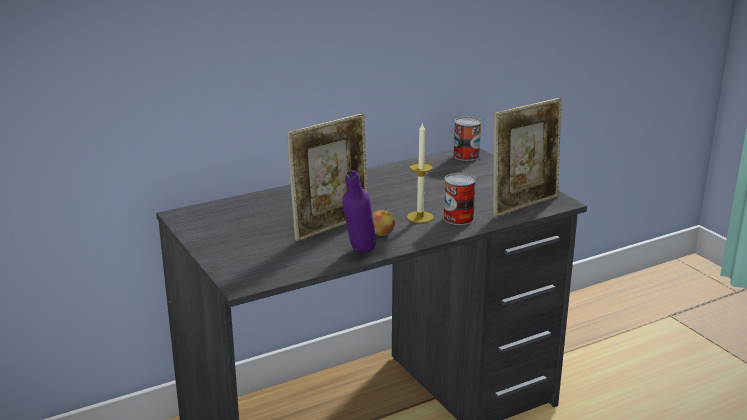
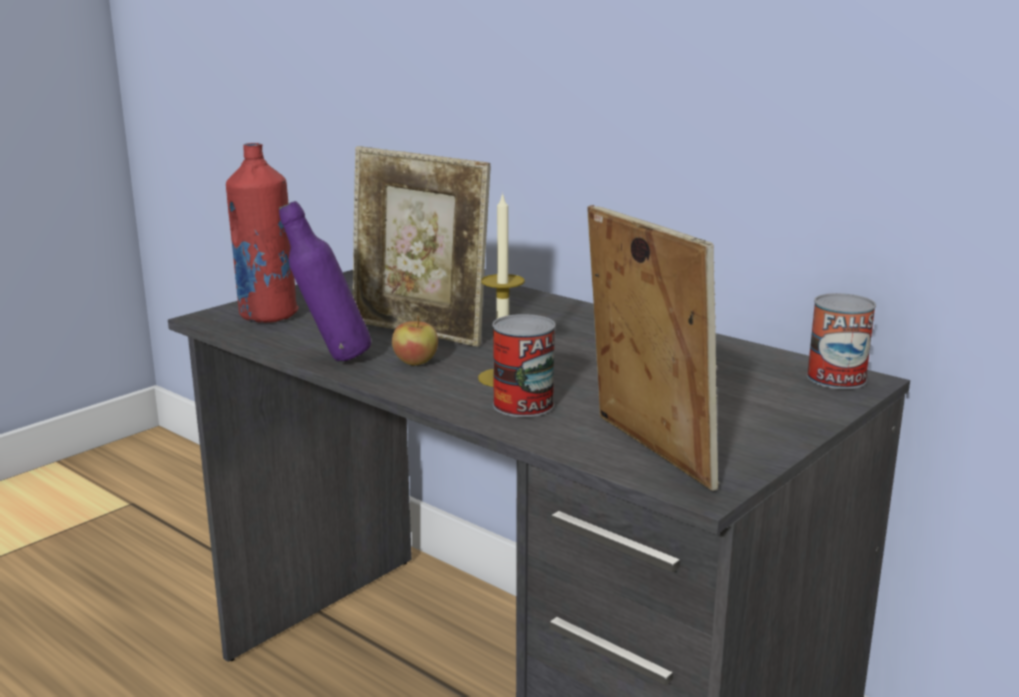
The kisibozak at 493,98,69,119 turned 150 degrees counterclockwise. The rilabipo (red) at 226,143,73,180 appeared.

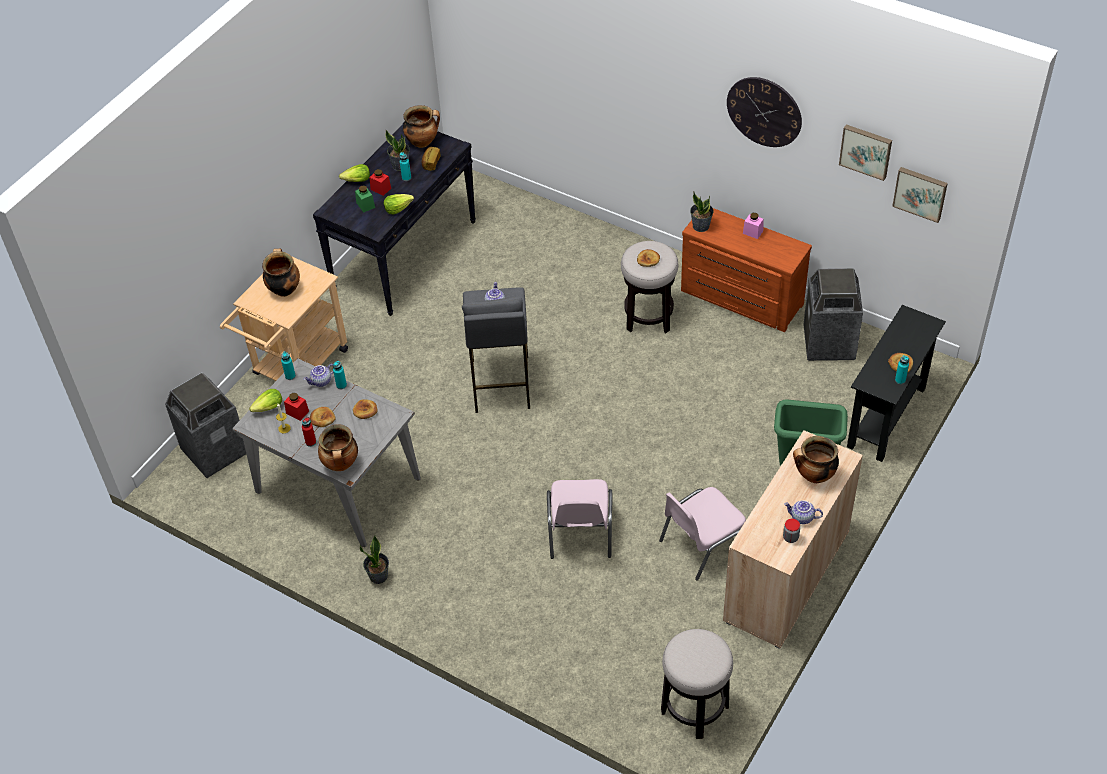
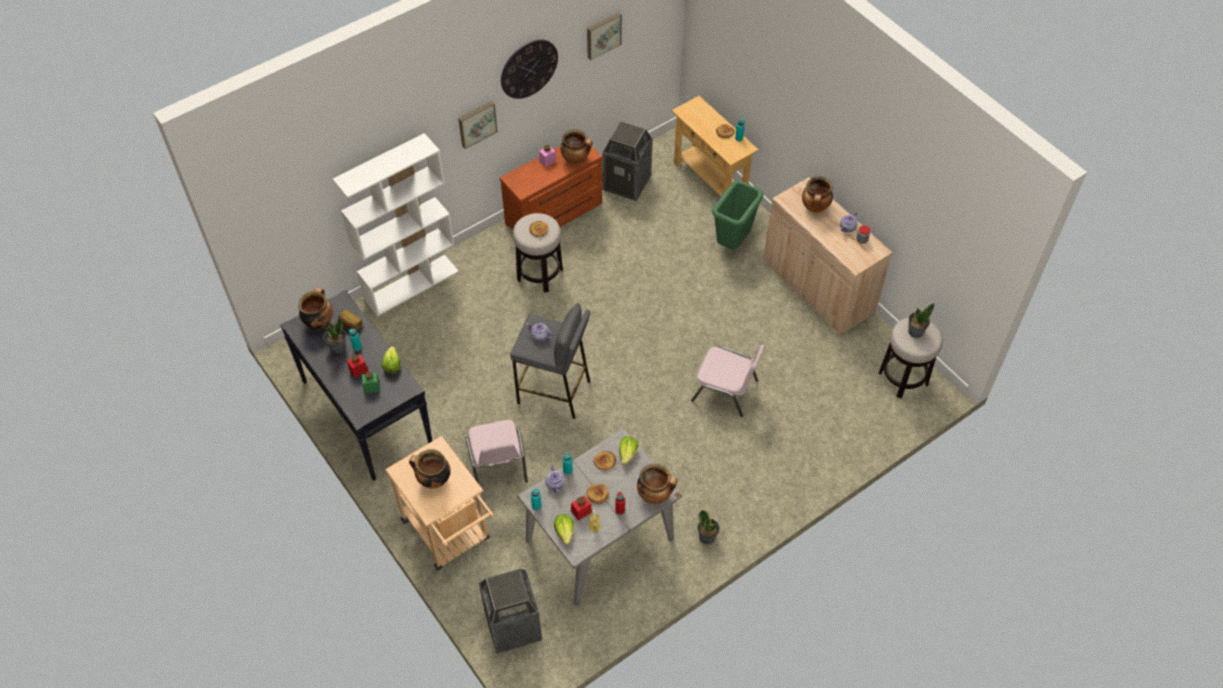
The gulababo moved from 339,164,31,18 to 619,436,19,29. The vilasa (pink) moved from 659,487,87,94 to 465,420,63,64. The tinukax moved from 690,191,23,41 to 908,303,26,35. The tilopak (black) at 847,305,99,157 became the tilopak (beige) at 672,96,86,100. The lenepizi moved from 892,167,56,56 to 458,101,40,48. The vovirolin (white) at 333,133,126,184 appeared. The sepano at 560,129,33,36 appeared.

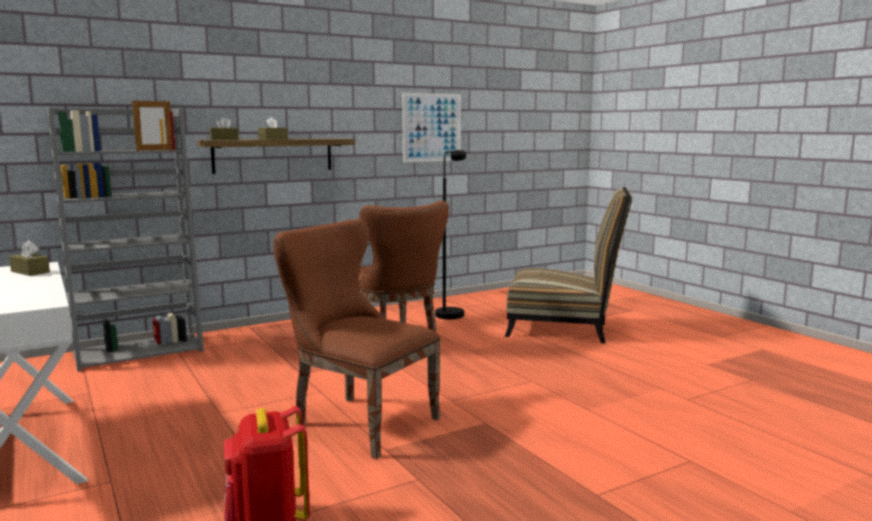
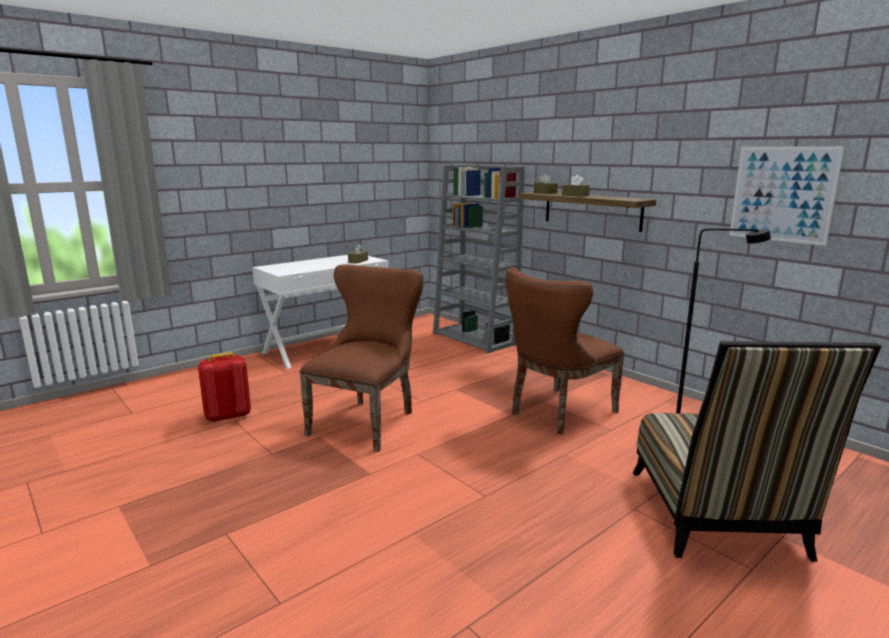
The kisibozak at 132,101,40,50 disappeared.

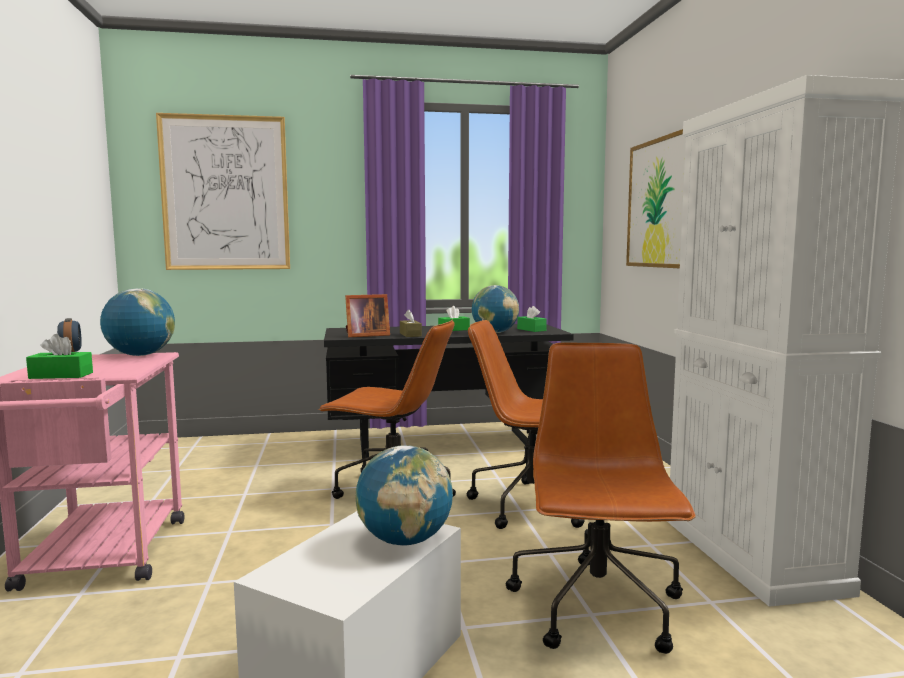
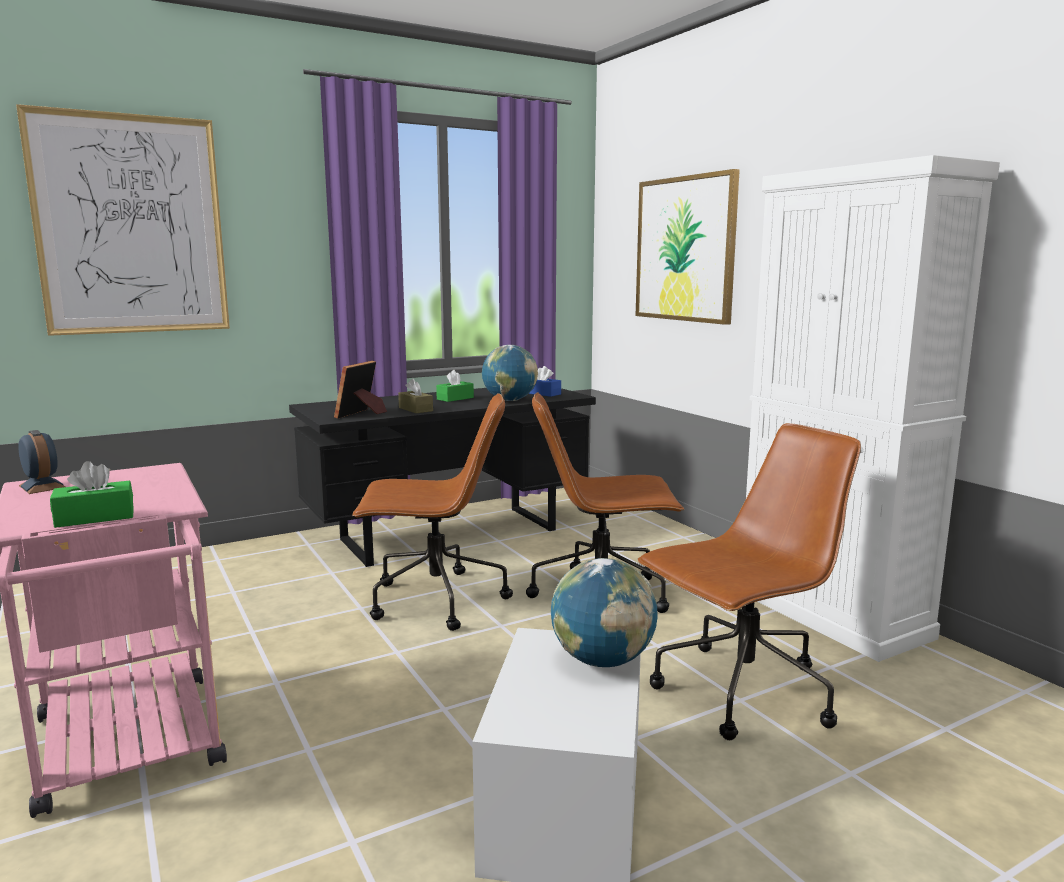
The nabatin at 100,288,75,68 disappeared. The kisibozak at 345,294,45,43 turned 150 degrees clockwise. The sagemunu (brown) at 506,342,189,312 turned 75 degrees clockwise. The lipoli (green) at 517,306,30,26 became the lipoli (blue) at 529,366,32,31.

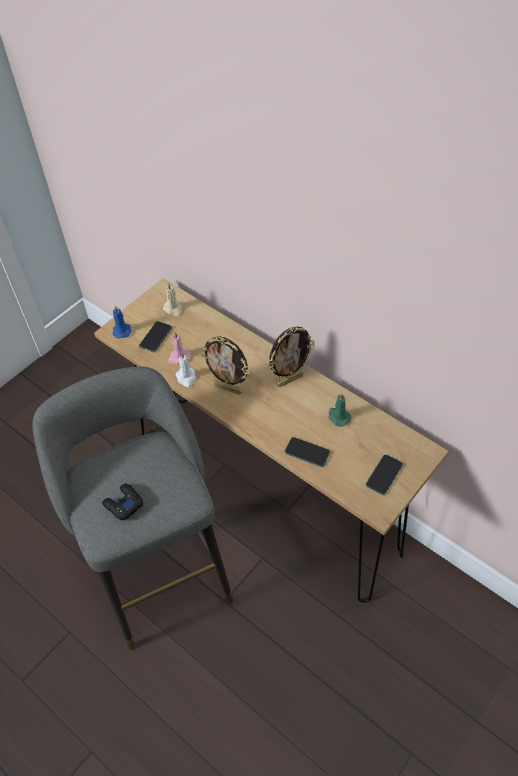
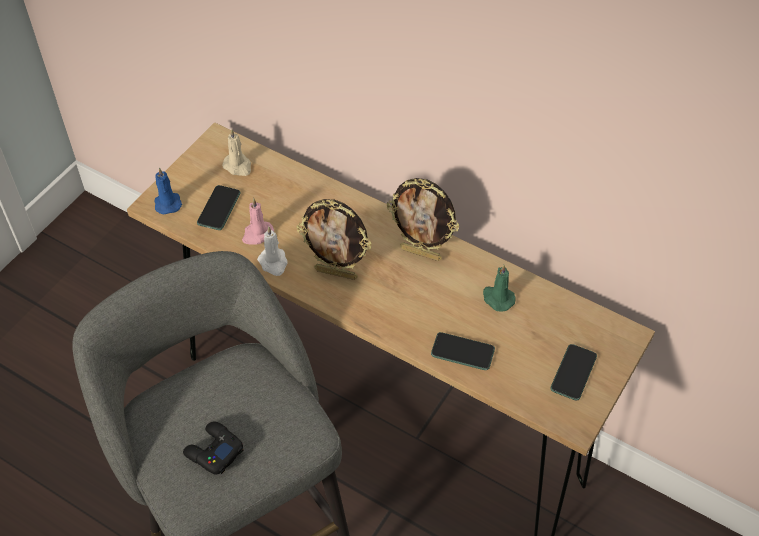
The kisibozak at 267,327,47,61 turned 60 degrees clockwise.

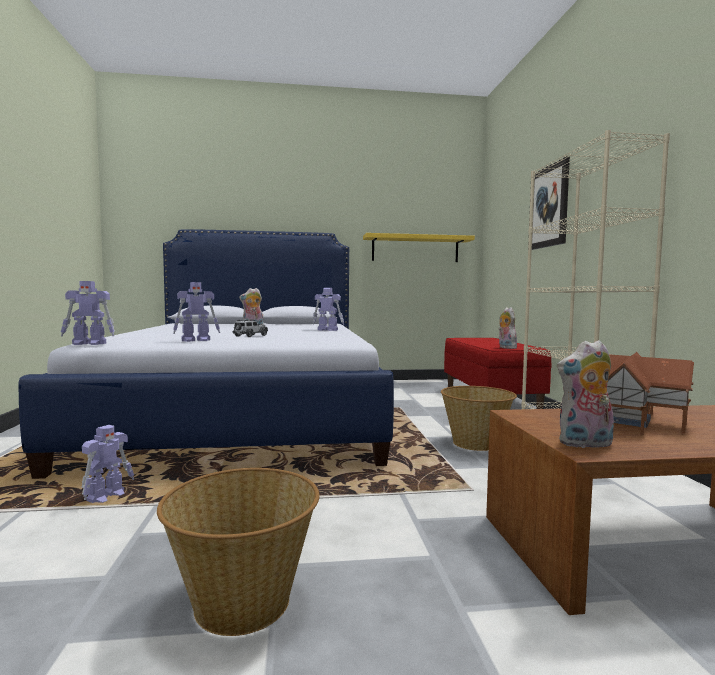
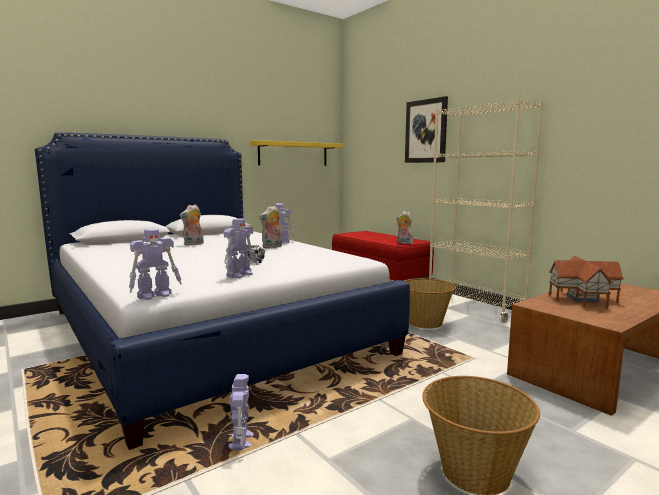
The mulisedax moved from 557,340,57,108 to 259,206,23,42.

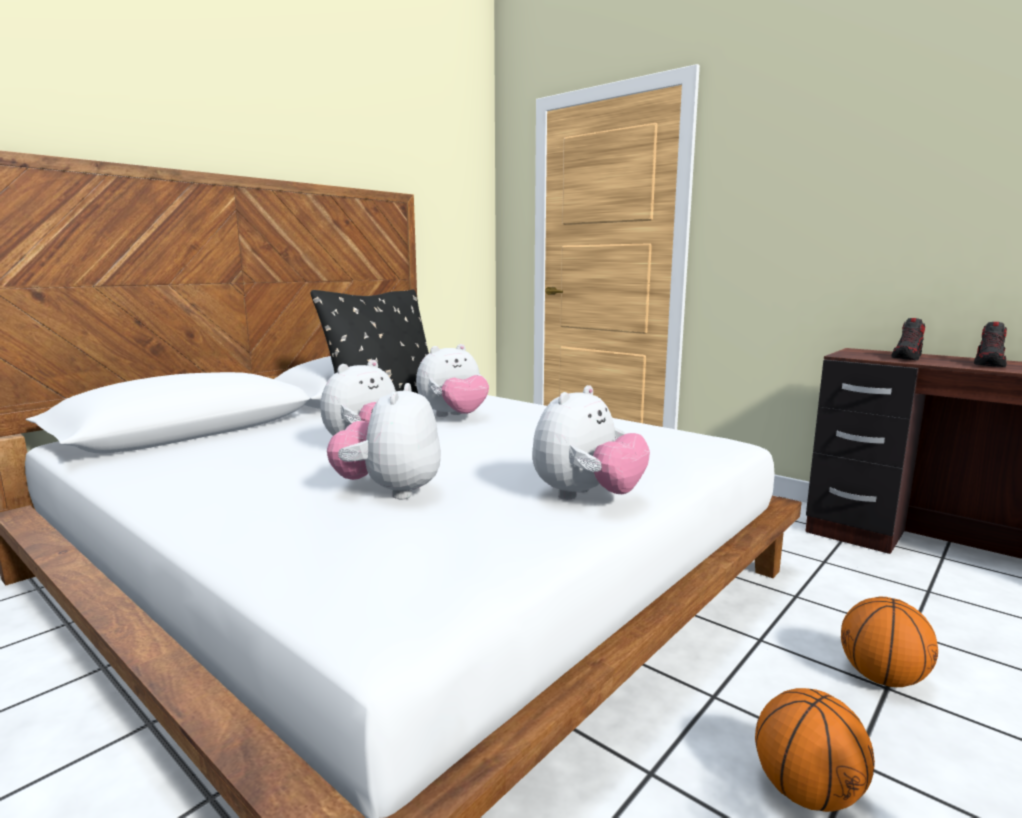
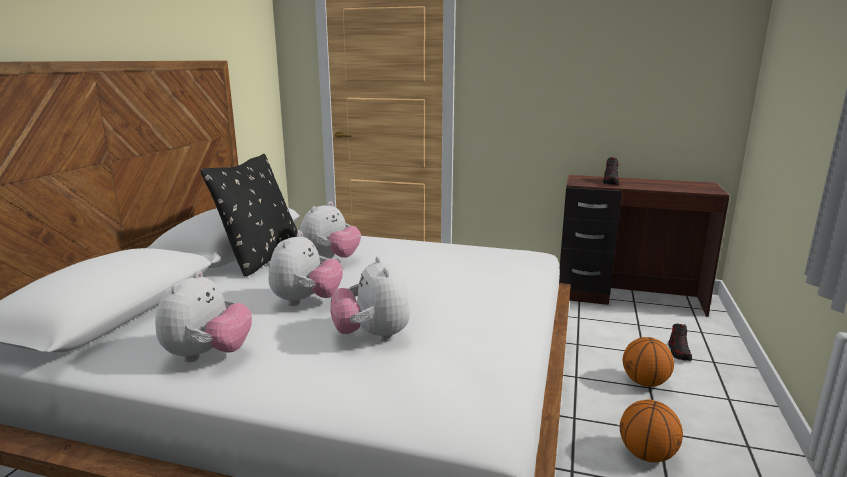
The mulisedax moved from 532,385,118,115 to 155,271,97,91. The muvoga moved from 974,322,33,45 to 668,324,24,37.

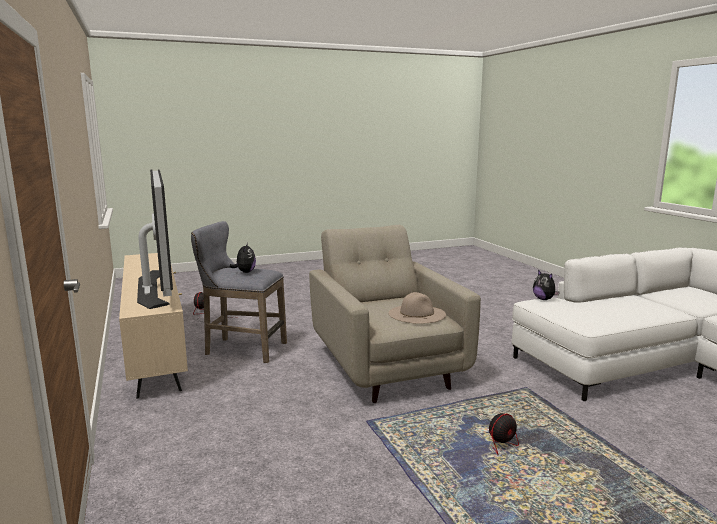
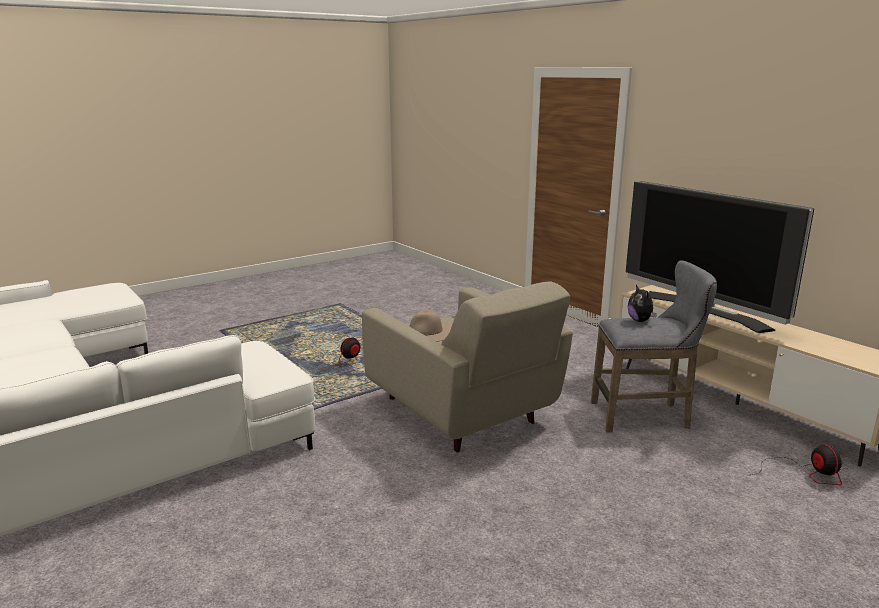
The mulisedax at 533,270,27,30 disappeared.

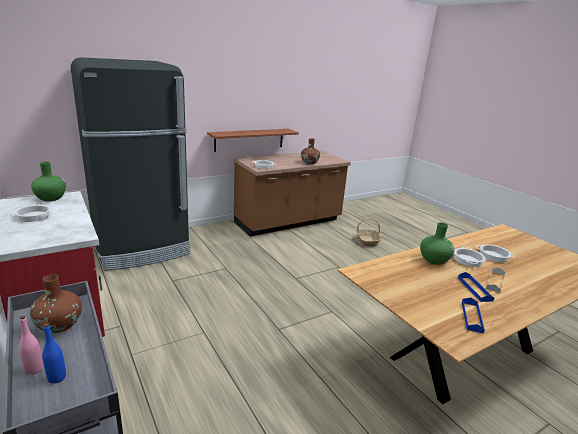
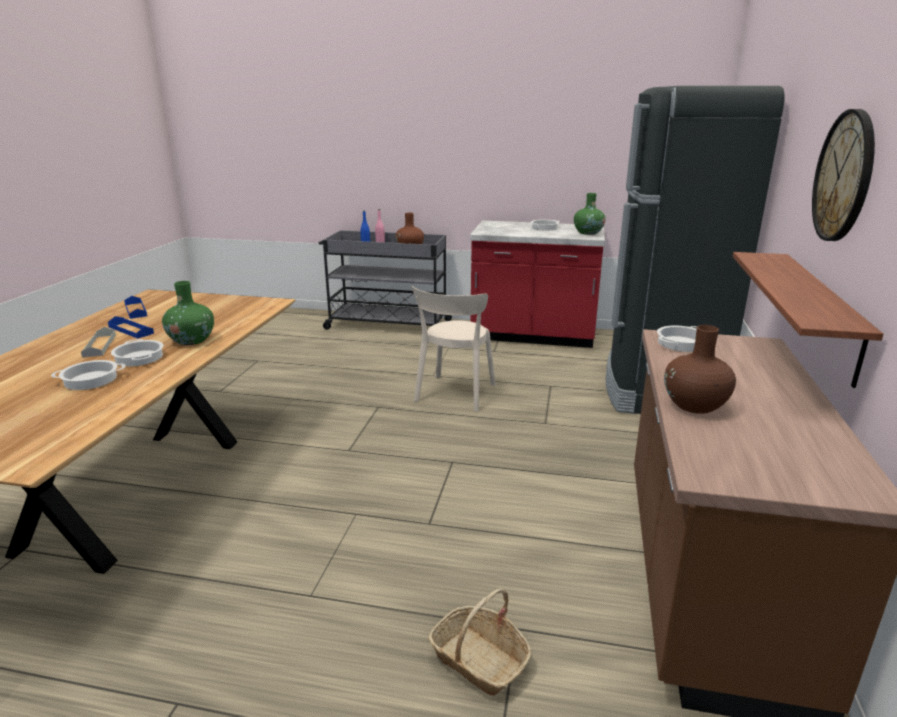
The vilasa (beige) at 412,286,84,126 appeared. The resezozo at 812,109,63,132 appeared.

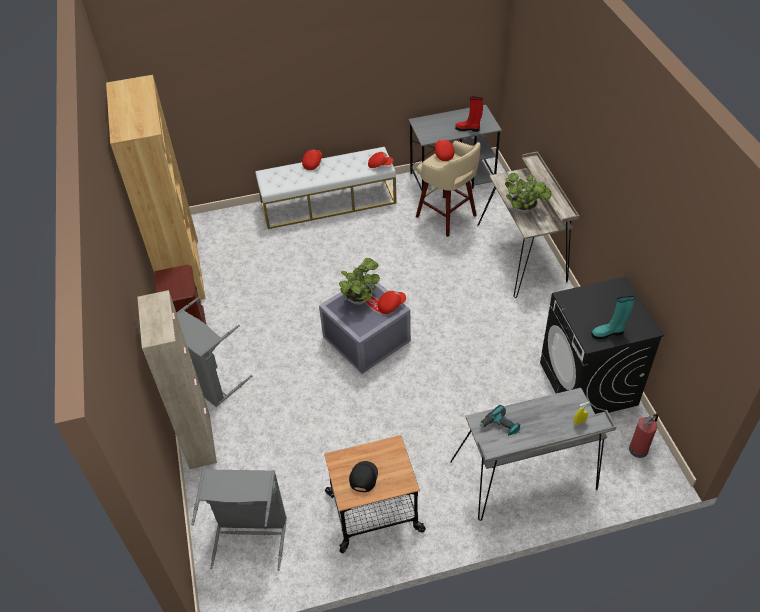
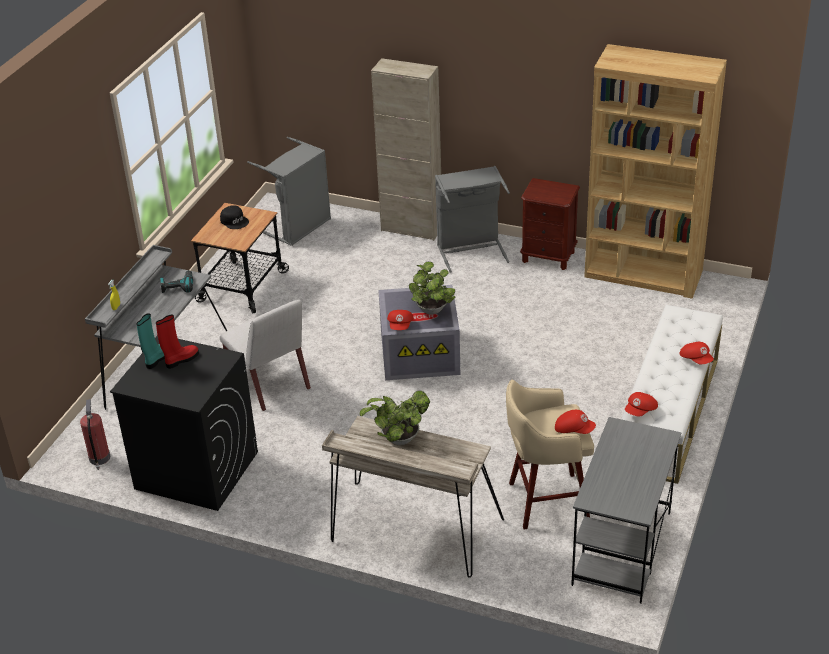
The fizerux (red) moved from 455,97,28,35 to 156,314,43,55. The vilasa (white) at 220,300,91,111 appeared.

